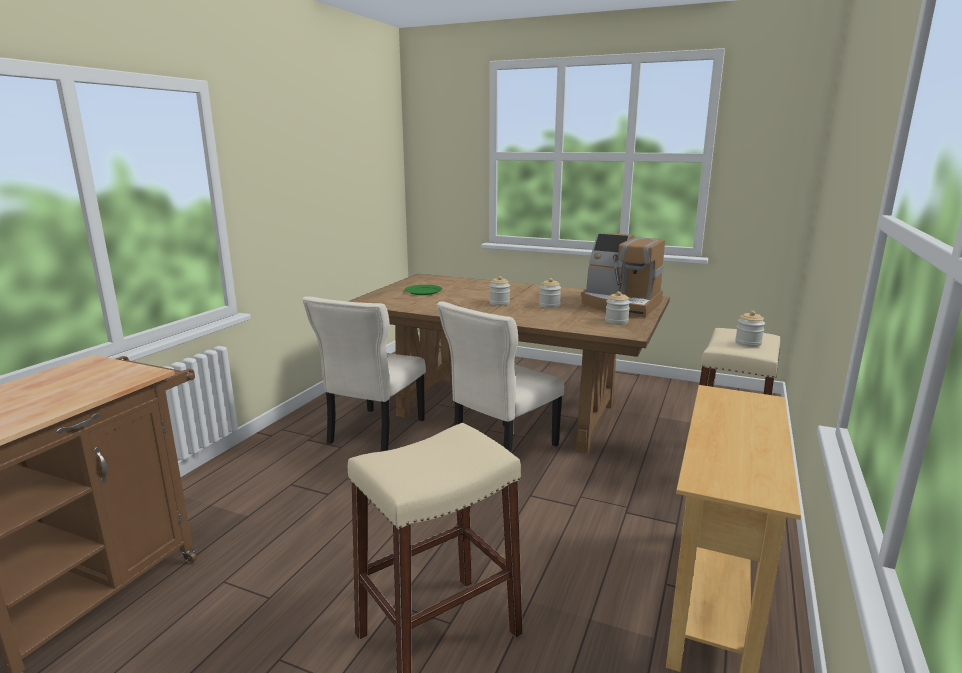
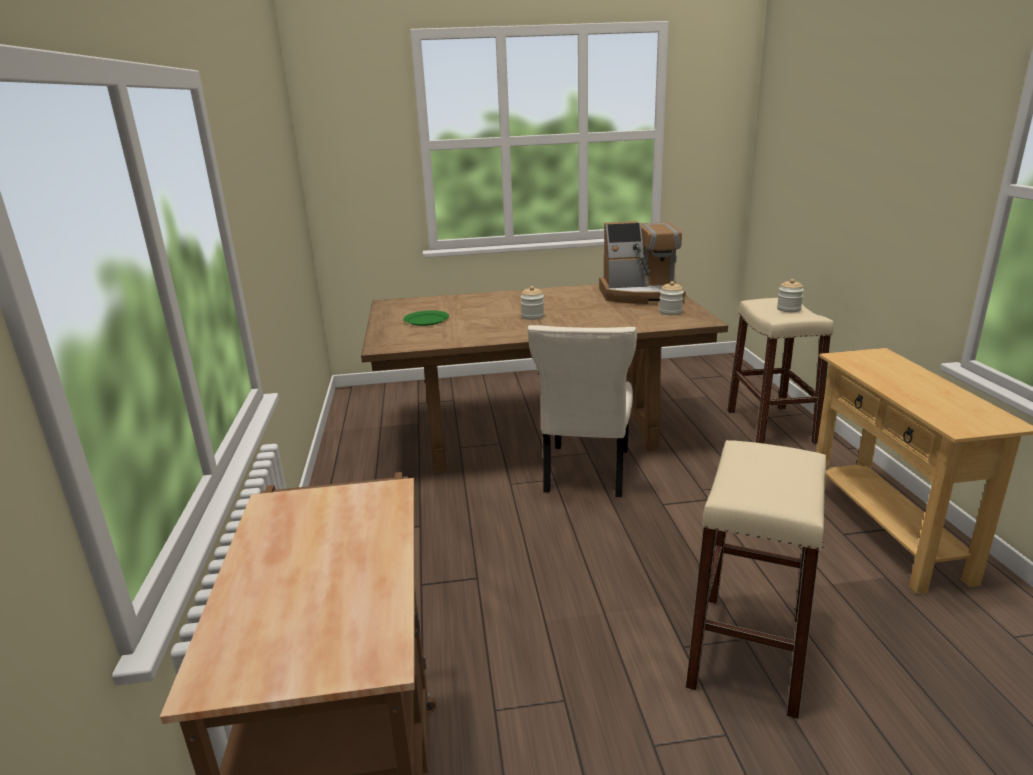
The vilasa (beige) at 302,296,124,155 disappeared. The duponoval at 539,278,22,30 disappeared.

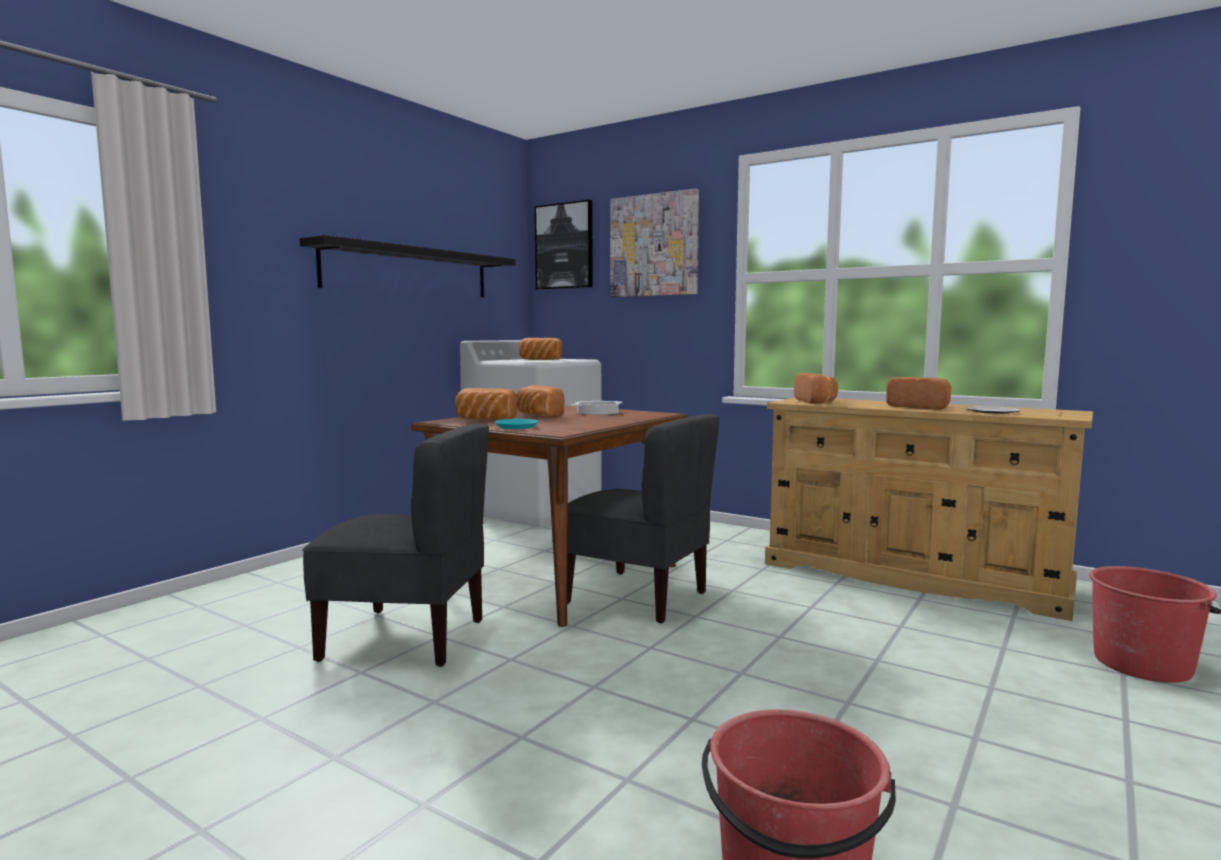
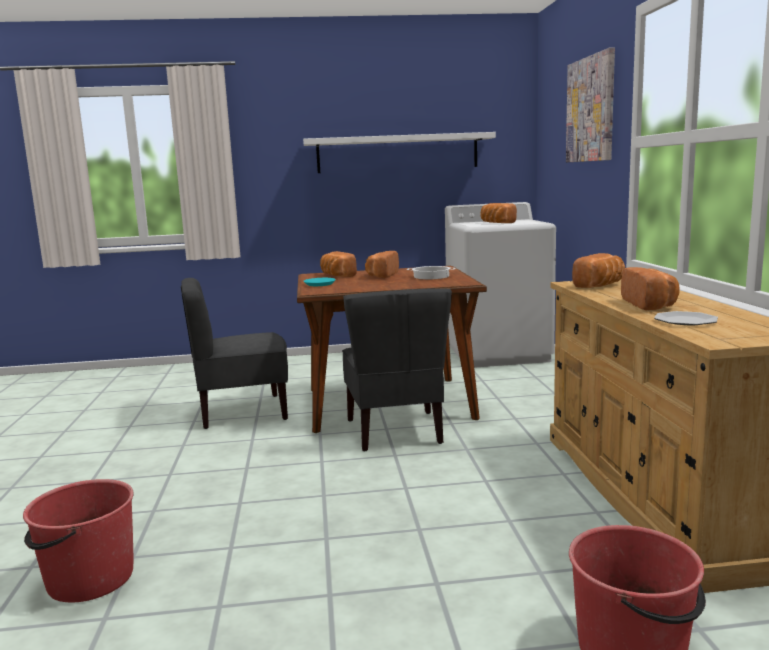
The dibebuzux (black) at 299,235,217,62 became the dibebuzux (white) at 303,132,193,41. The vilasa (grey) at 302,423,187,244 turned 105 degrees clockwise. The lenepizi at 535,200,58,90 disappeared.

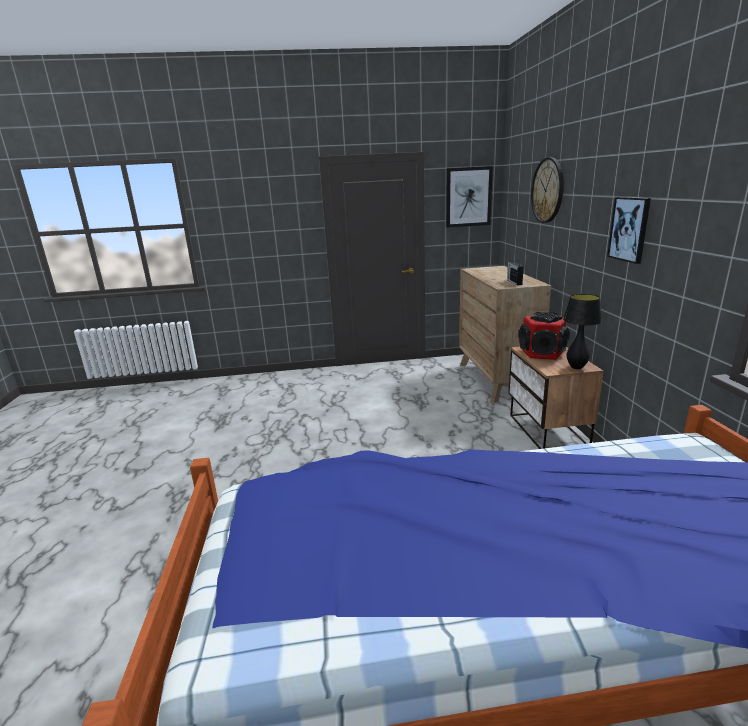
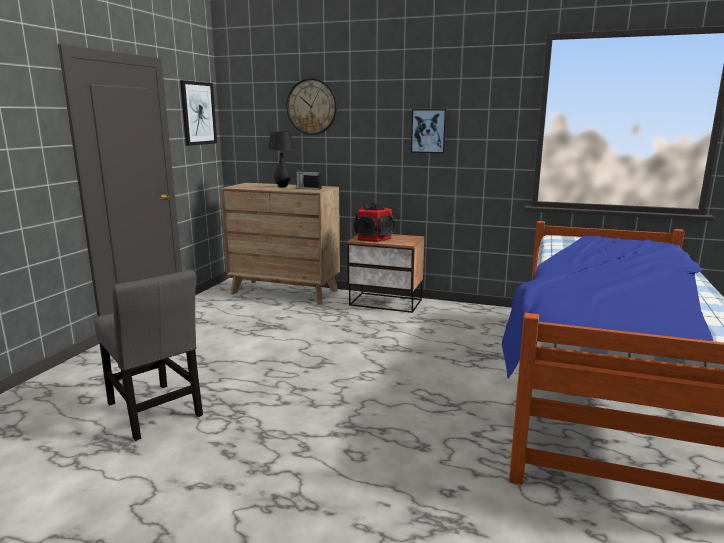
The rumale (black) moved from 563,294,39,75 to 268,131,26,57. The vilasa (grey) at 94,270,109,171 appeared.

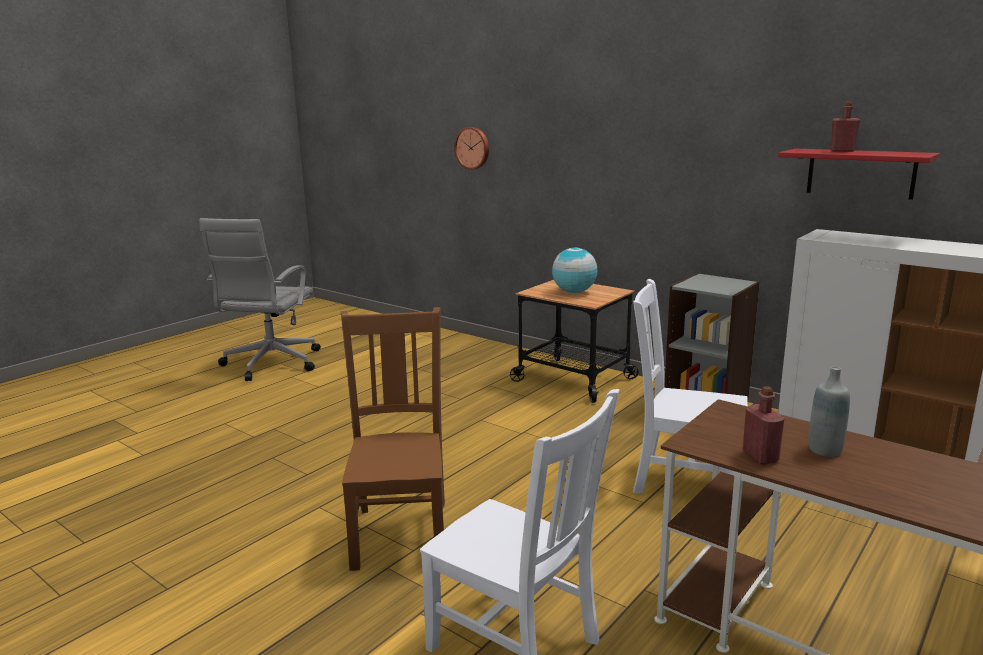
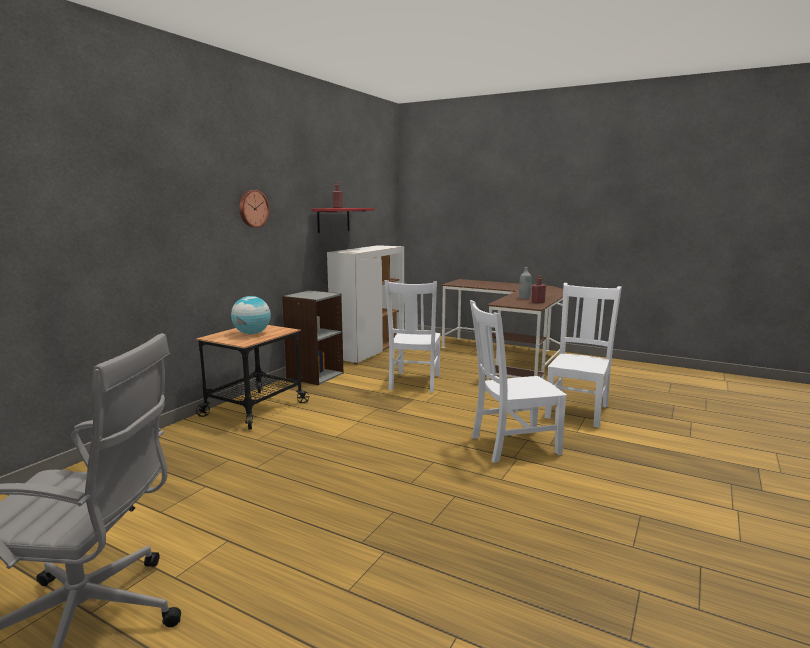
The vilasa (brown) at 341,307,104,264 became the vilasa (white) at 470,300,97,163. The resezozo moved from 454,127,35,43 to 239,190,31,38.

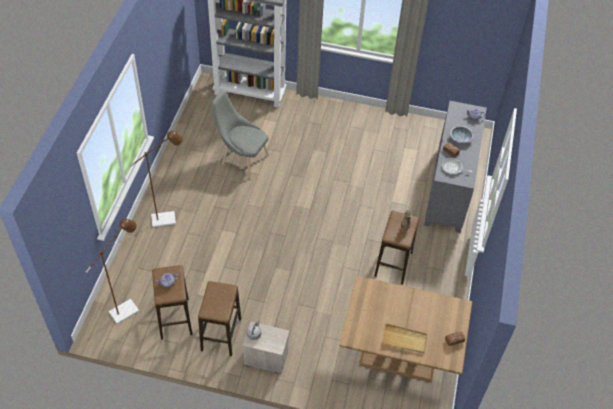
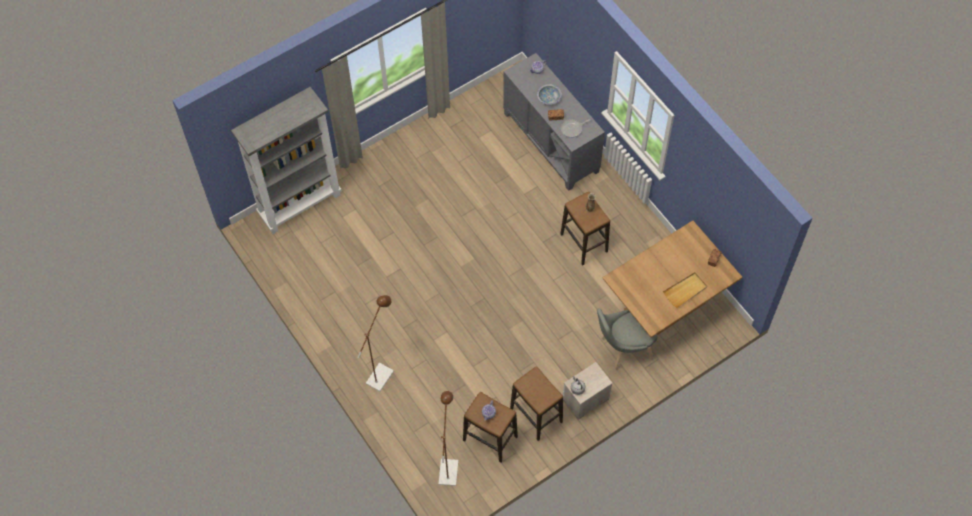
The vilasa (grey) moved from 211,90,58,89 to 597,308,60,62.

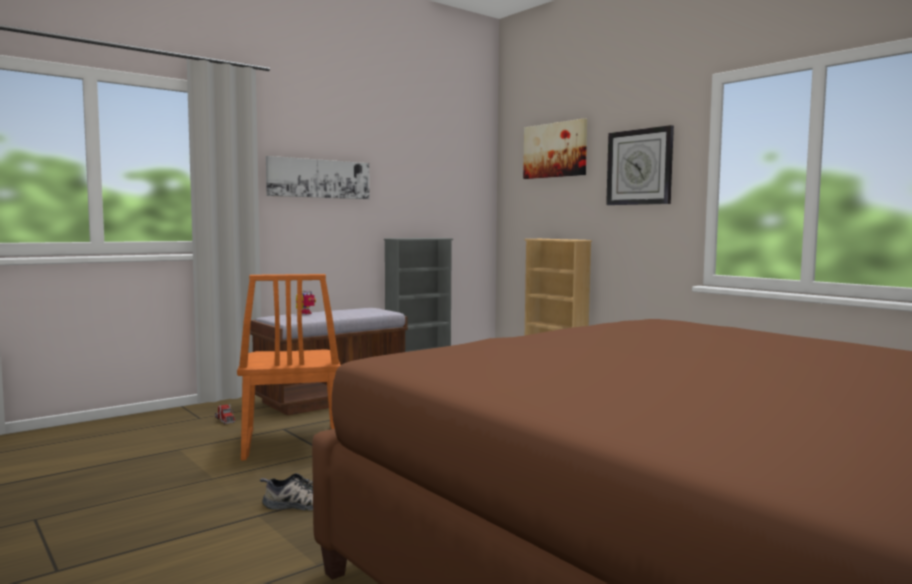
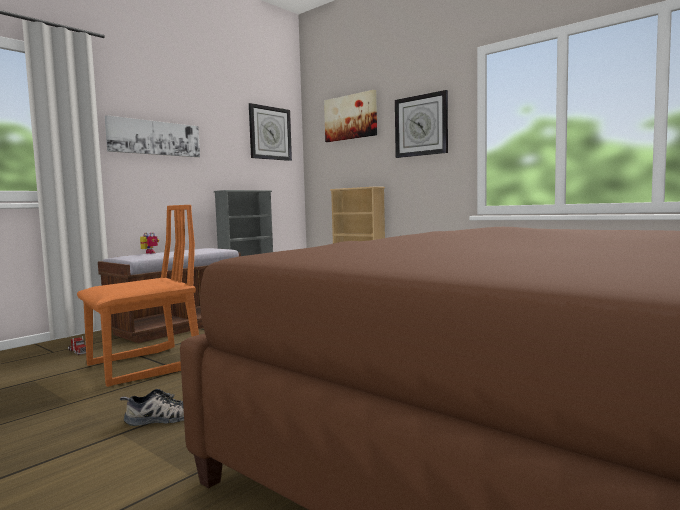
The vilasa (orange) at 237,274,104,187 turned 105 degrees counterclockwise. The resezozo at 249,103,43,58 appeared.

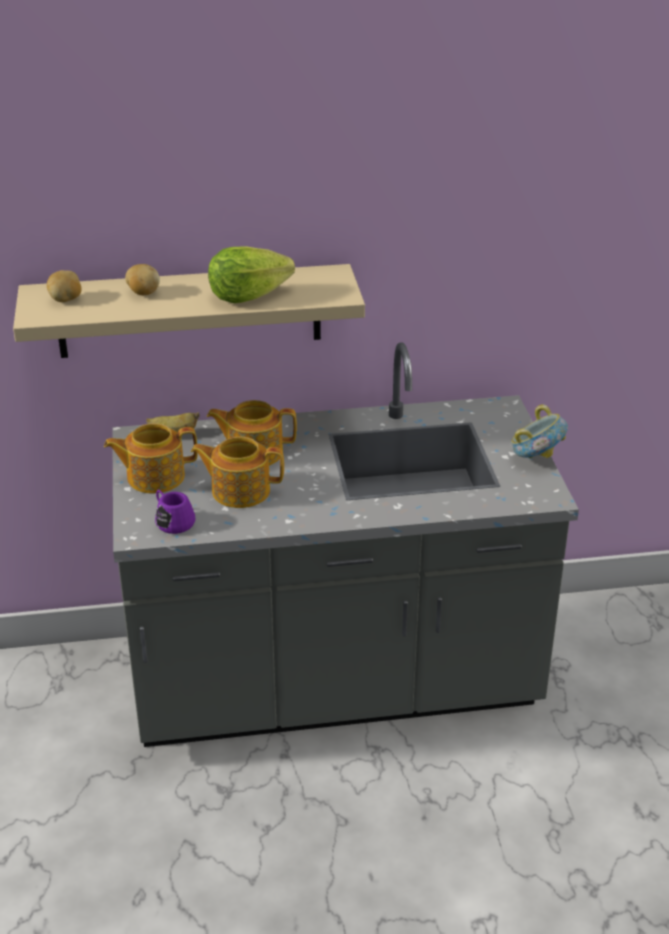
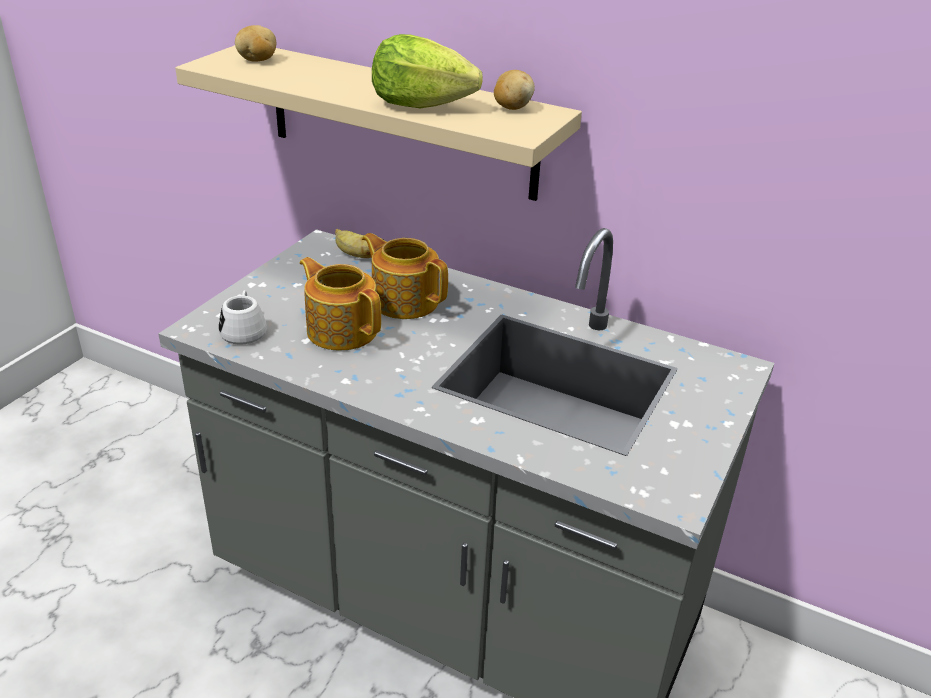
The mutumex at 104,423,94,70 disappeared. The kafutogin moved from 125,264,35,31 to 494,70,41,40. The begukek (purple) at 155,490,40,44 became the begukek (white) at 219,290,48,55. The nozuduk at 511,404,57,54 disappeared.

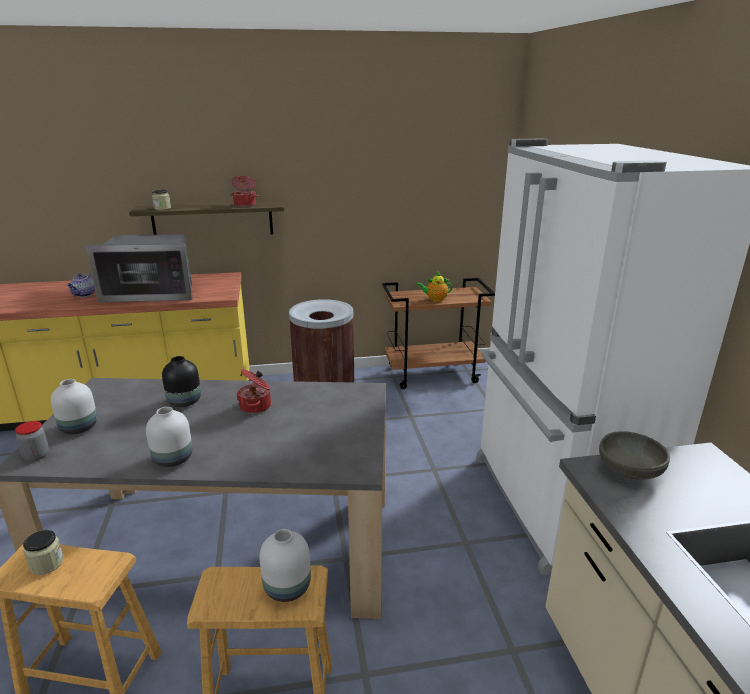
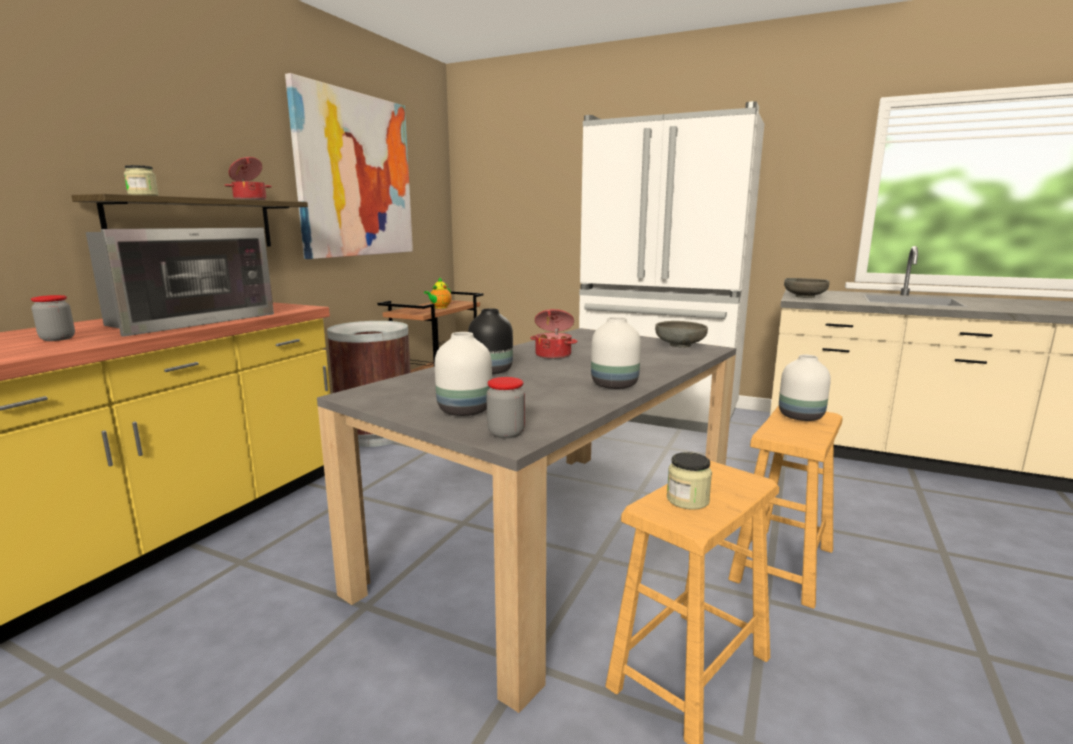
The mutumex at 67,273,28,24 was replaced by the duponoval at 31,295,44,46. The lenepizi at 285,73,128,186 appeared. The nozuduk (grey) at 655,321,53,26 appeared.

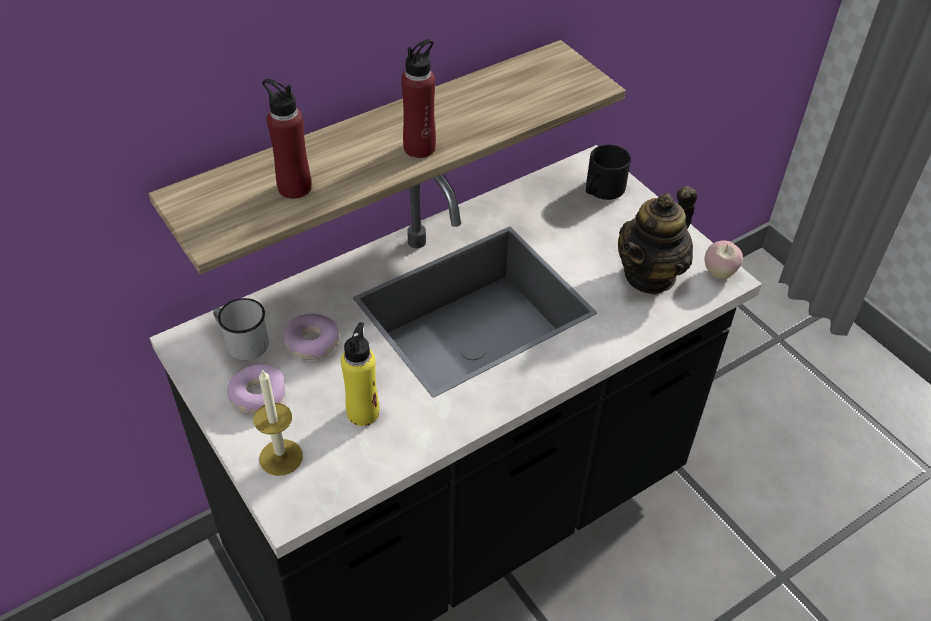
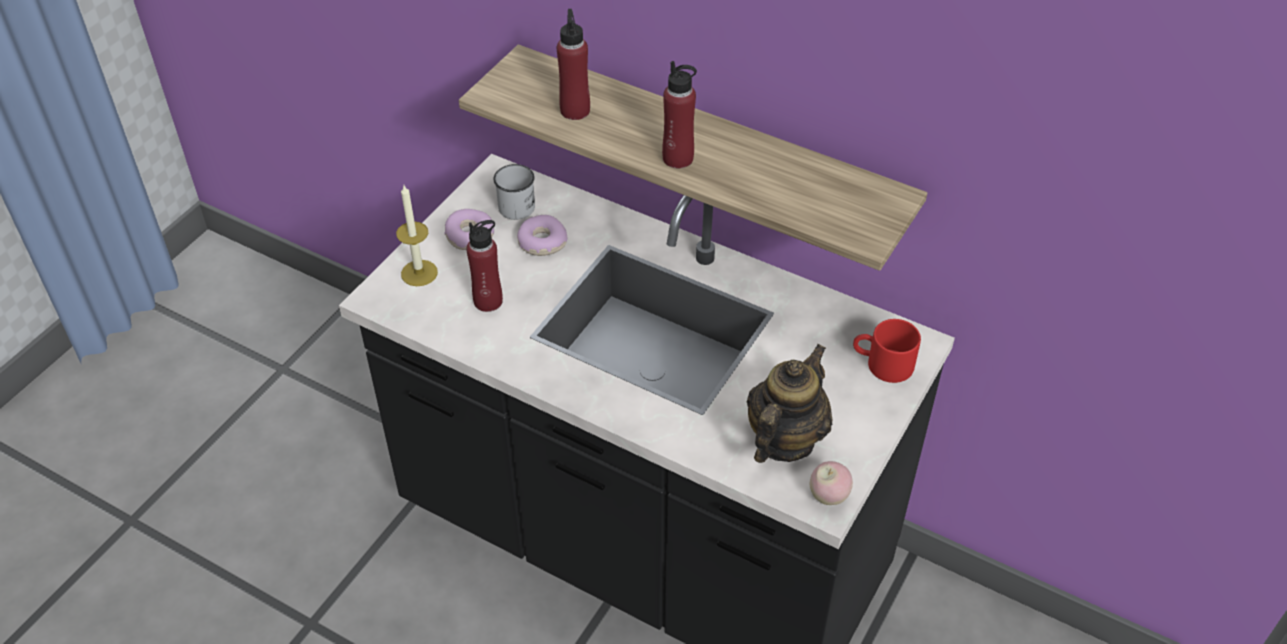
The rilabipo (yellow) at 341,322,38,104 became the rilabipo (red) at 466,220,37,92. The begukek (black) at 586,144,45,56 became the begukek (red) at 853,319,68,64. The mutumex at 618,186,79,109 turned 105 degrees clockwise.

